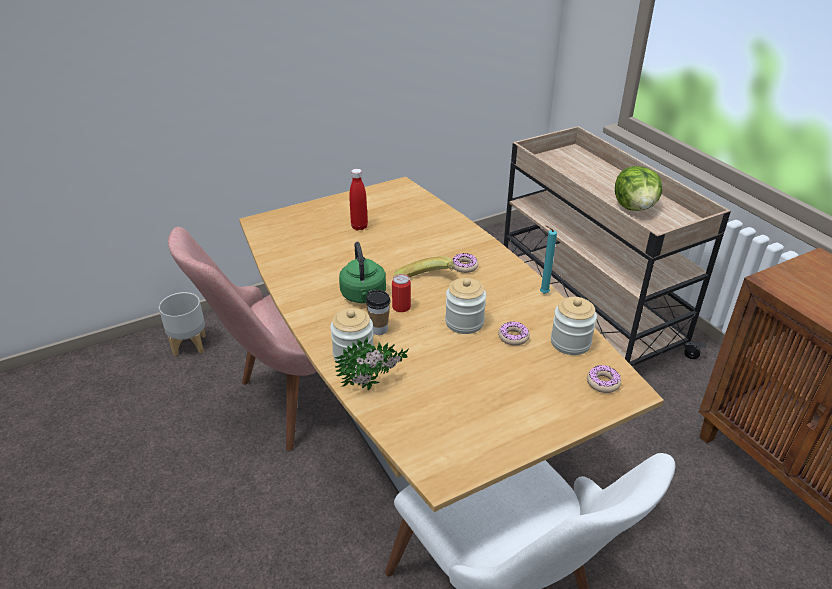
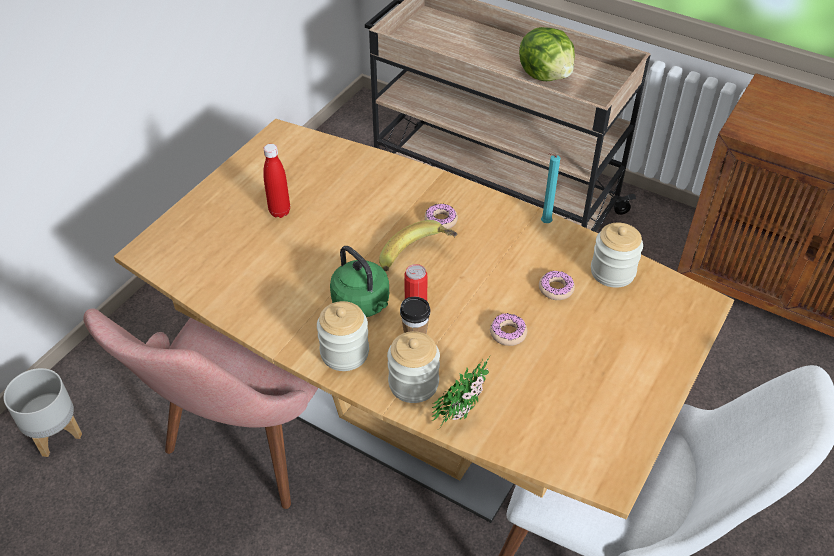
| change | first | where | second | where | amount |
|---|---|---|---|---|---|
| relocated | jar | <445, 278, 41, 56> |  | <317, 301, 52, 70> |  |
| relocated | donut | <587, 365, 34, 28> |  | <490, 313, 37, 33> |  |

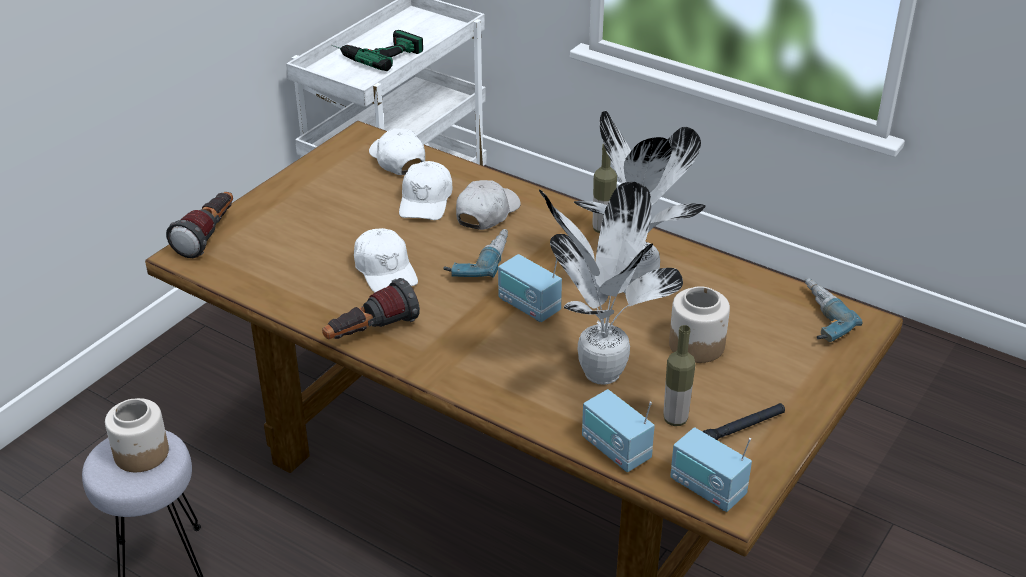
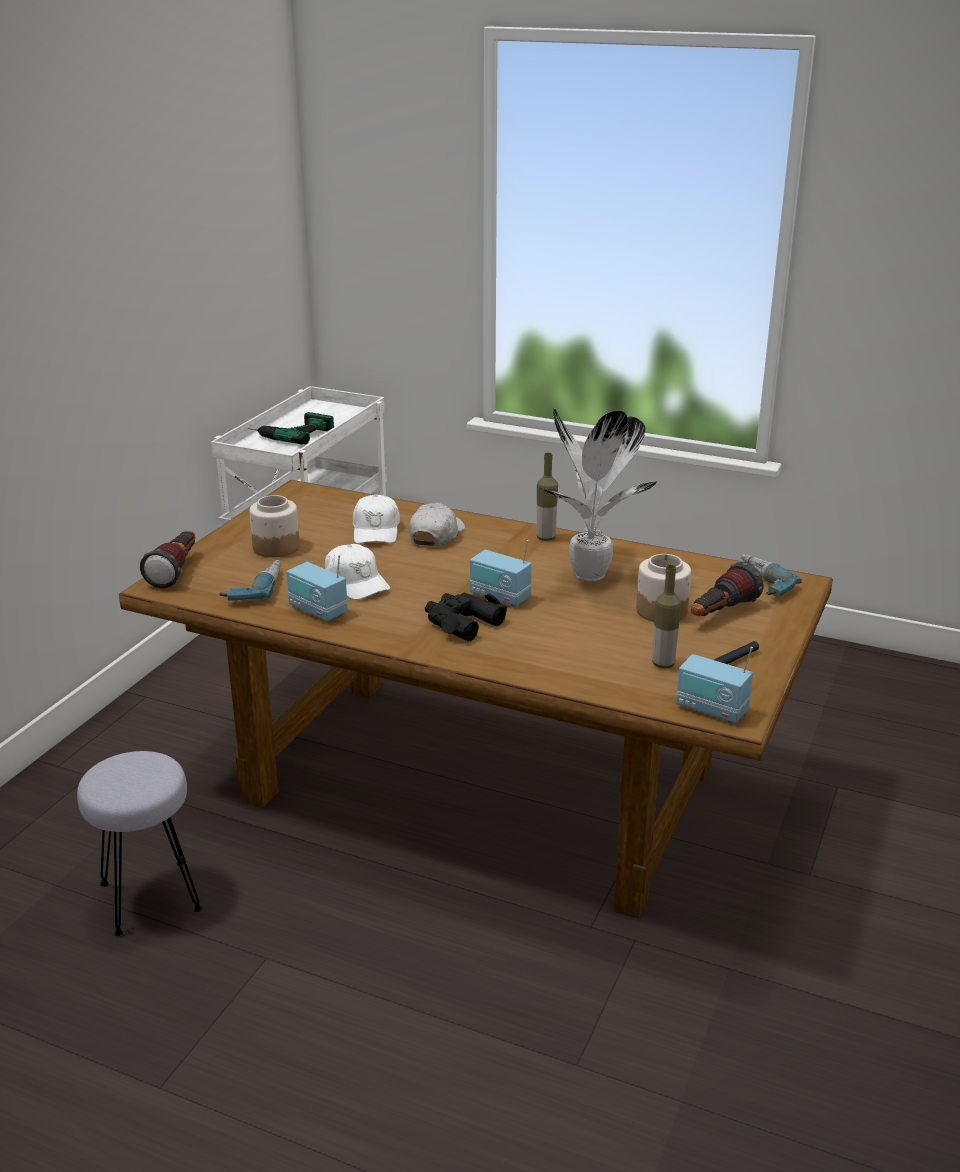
| change | first | where | second | where | amount |
|---|---|---|---|---|---|
| missing | cap (white) | <369, 128, 56, 47> |  |  |  |
| missing | potted plant | <539, 182, 144, 203> |  |  |  |
| relocated | power drill | <443, 229, 65, 49> |  | <220, 560, 61, 41> |  |
| relocated | flashlight | <322, 278, 98, 61> |  | <691, 562, 72, 54> |  |
| relocated | radio | <582, 389, 73, 83> |  | <286, 555, 62, 67> |  |
| relocated | jar | <105, 398, 64, 74> |  | <249, 495, 51, 62> |  |
| appeared |  |  | binoculars (black) | <425, 593, 82, 49> |  |

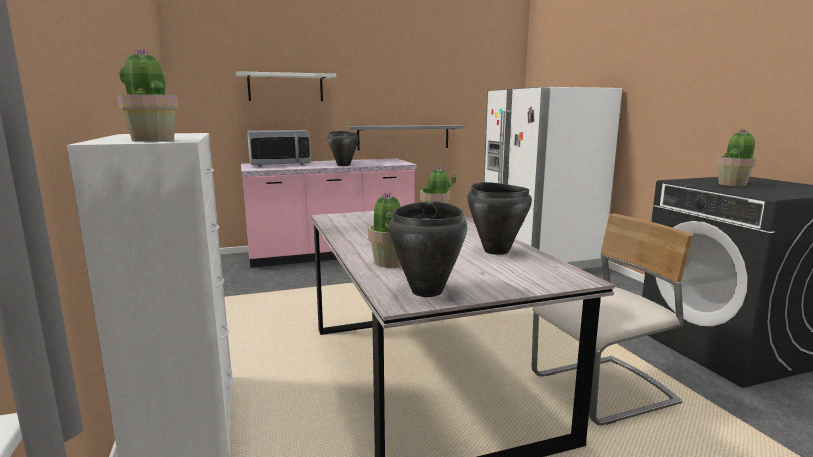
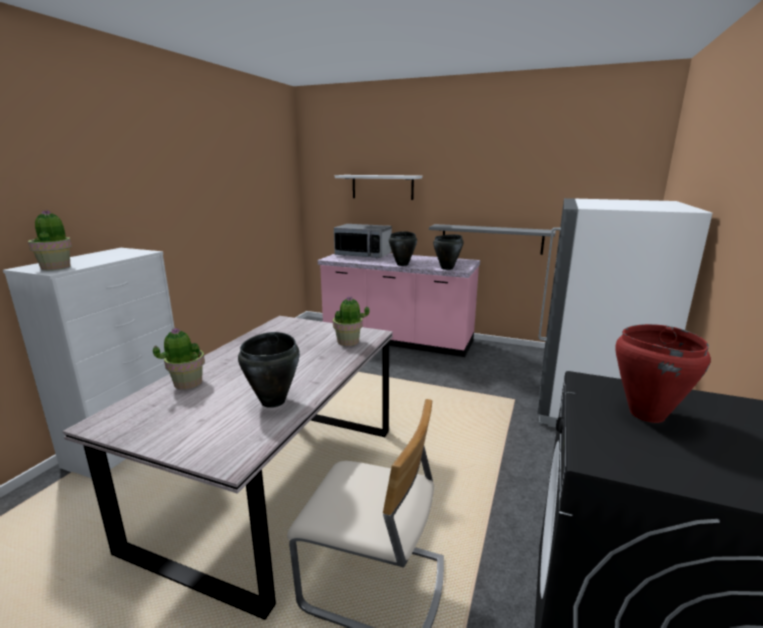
| change | first | where | second | where | amount |
|---|---|---|---|---|---|
| exchanged | potted plant | <716, 129, 41, 57> | cooking pot (red) | <615, 324, 96, 99> |  |
| relocated | cooking pot (black) | <389, 202, 78, 95> |  | <433, 234, 31, 36> |  |

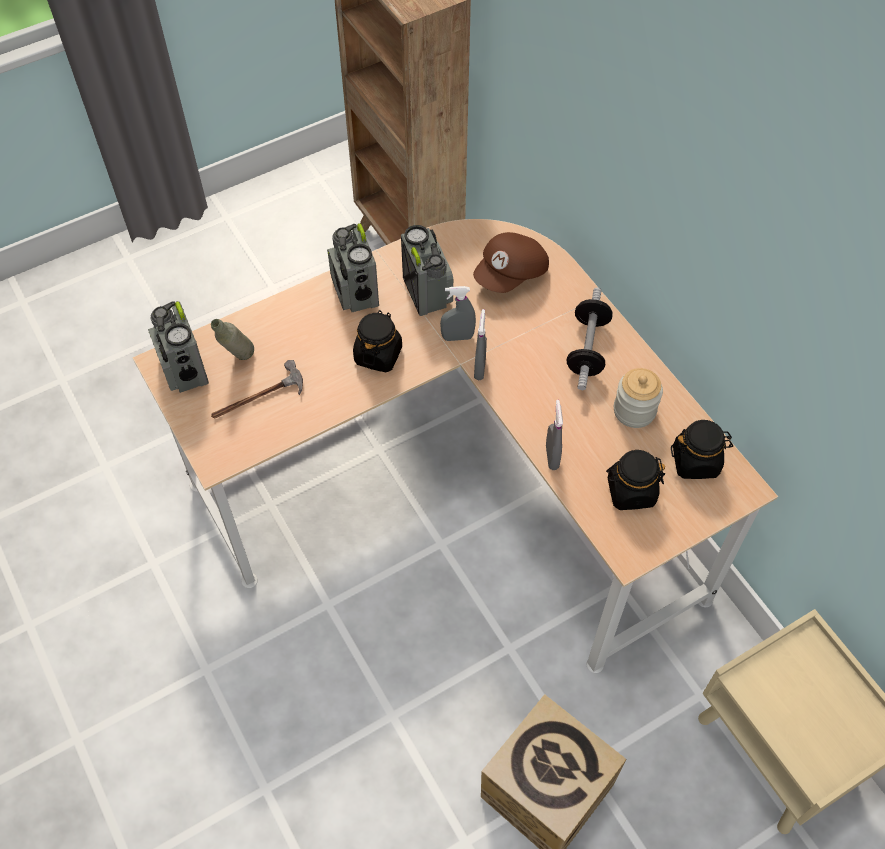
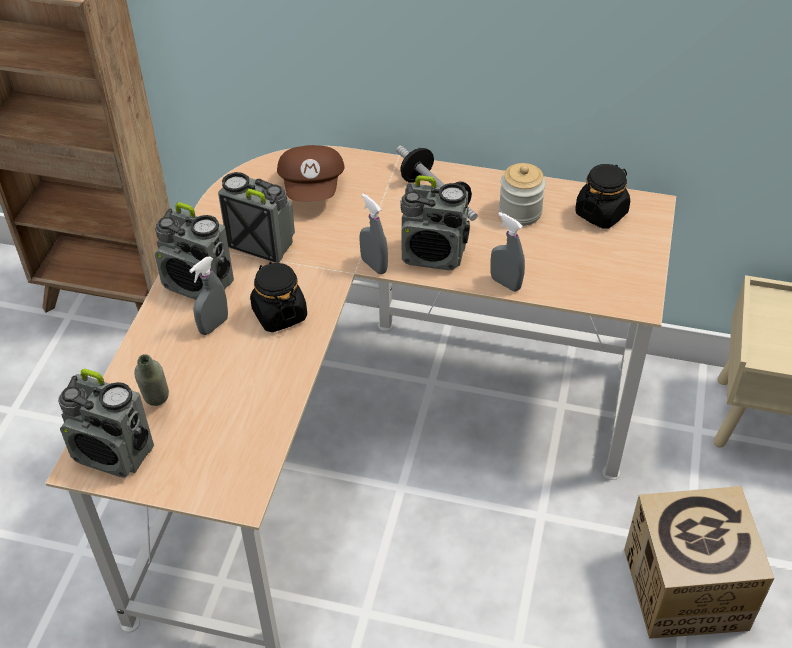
| change | first | where | second | where | amount |
|---|---|---|---|---|---|
| relocated | spray bottle (grey) | <440, 286, 36, 55> |  | <189, 256, 39, 79> |  |
| missing | hammer | <211, 360, 92, 59> |  |  |  |
| missing | jar (black) | <606, 450, 59, 60> |  |  |  |
| appeared |  |  | radio | <401, 175, 69, 95> |  |

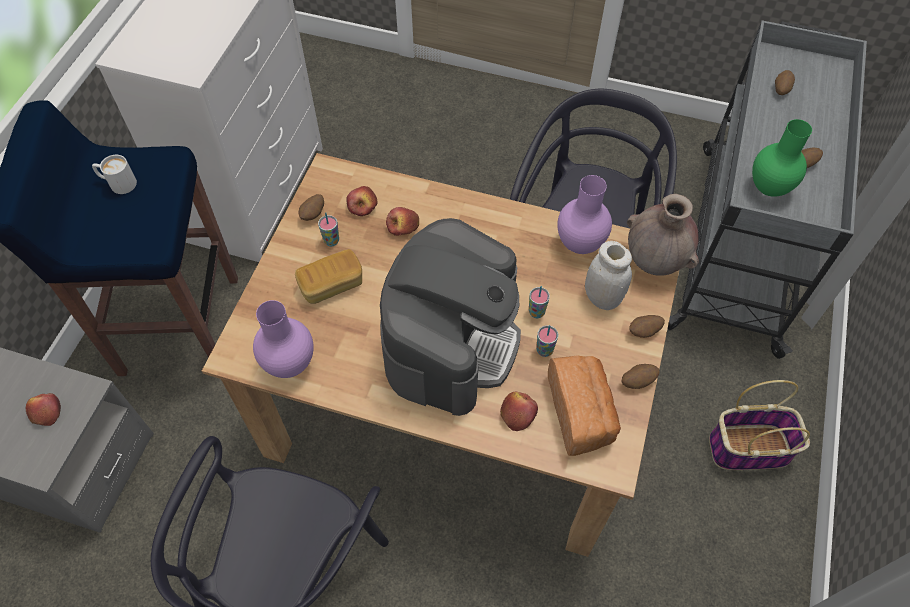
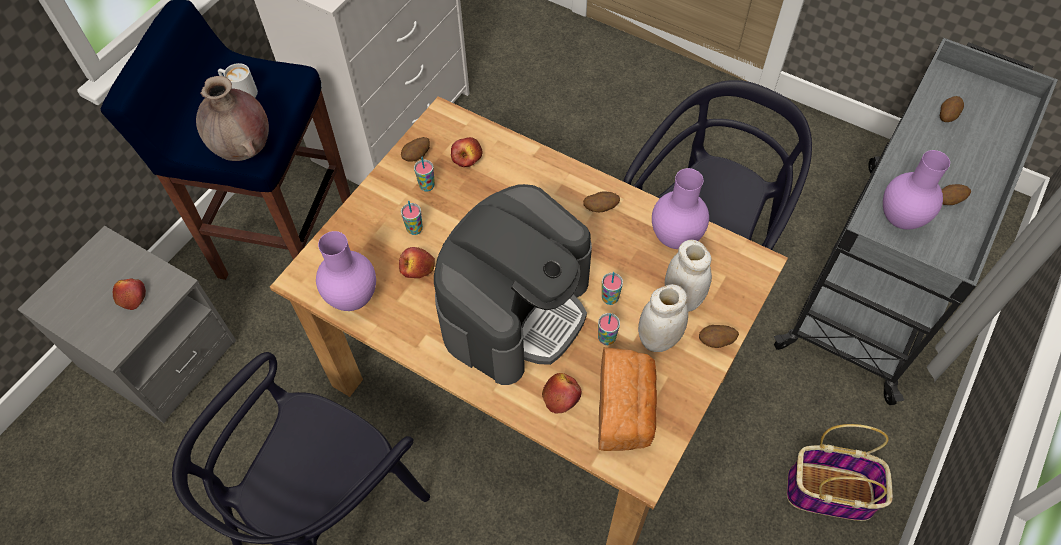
| change | first | where | second | where | amount |
|---|---|---|---|---|---|
| colour | vase (green) | <752, 119, 60, 78> | vase (purple) | <883, 150, 67, 80> |  |
| relocated | vase (brown) | <627, 194, 72, 82> |  | <196, 76, 73, 85> |  |
| relocated | apple | <386, 207, 33, 29> |  | <399, 247, 36, 31> |  |
| exchanged | bread | <295, 249, 67, 55> | cup | <401, 201, 22, 34> |  |
| relocated | potato | <621, 364, 39, 25> |  | <583, 192, 37, 20> |  |
| appeared |  |  | jar (white) | <638, 284, 50, 68> |  |

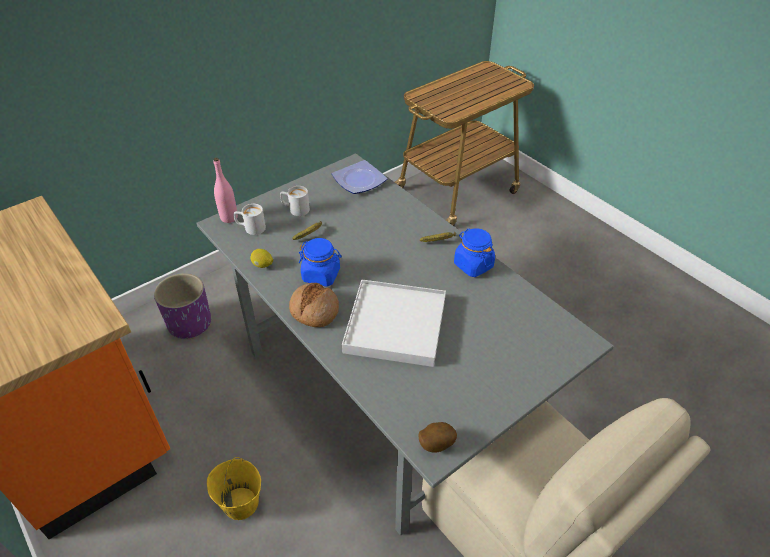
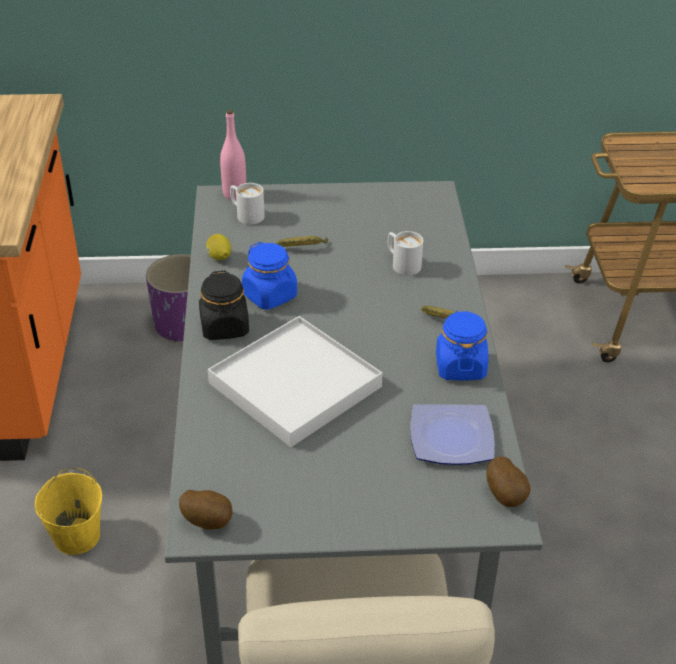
| change | first | where | second | where | amount |
|---|---|---|---|---|---|
| relocated | plate | <332, 160, 55, 34> |  | <410, 404, 85, 61> |  |
| relocated | mug (white) | <280, 186, 30, 30> |  | <388, 231, 35, 45> |  |
| exchanged | bread | <289, 283, 50, 44> | jar (black) | <199, 271, 50, 69> |  |
| appeared |  |  | potato | <487, 456, 44, 51> |  |

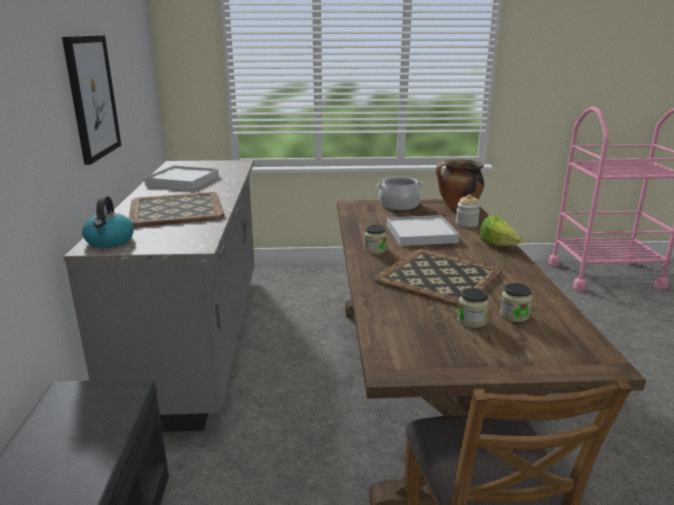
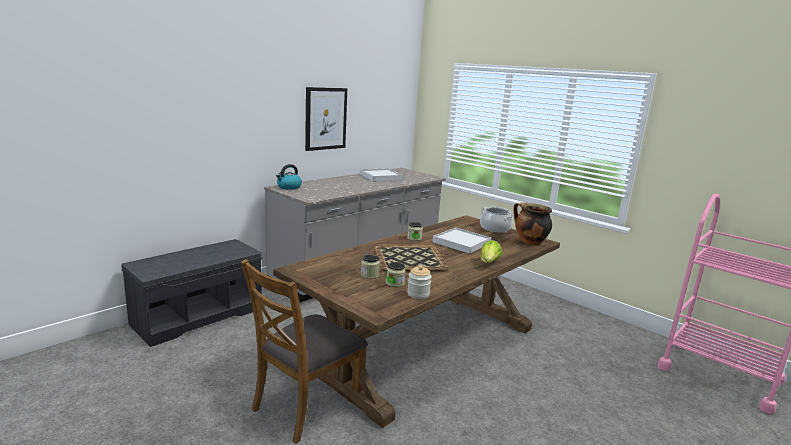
| change | first | where | second | where | amount |
|---|---|---|---|---|---|
| missing | tray | <129, 192, 96, 35> |  |  |  |
| relocated | jar | <456, 195, 24, 32> |  | <407, 266, 25, 33> |  |

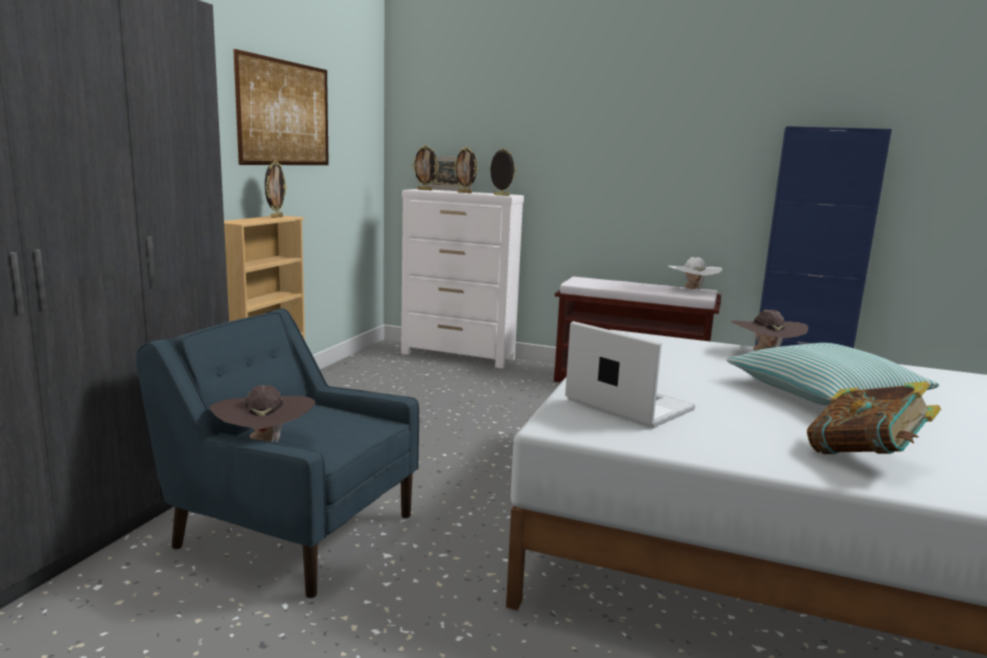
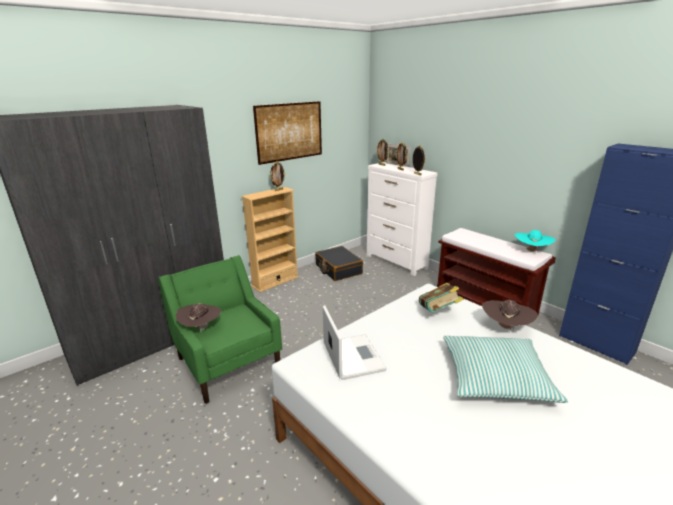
| change | first | where | second | where | amount |
|---|---|---|---|---|---|
| colour | hat (white) | <669, 257, 53, 33> | hat (turquoise) | <514, 230, 42, 23> |  |
| colour | armchair (blue) | <136, 308, 283, 290> | armchair (green) | <158, 255, 124, 149> |  |
| relocated | book | <807, 381, 134, 73> |  | <419, 283, 45, 29> |  |
| appeared |  |  | suitcase (black) | <315, 246, 48, 35> |  |

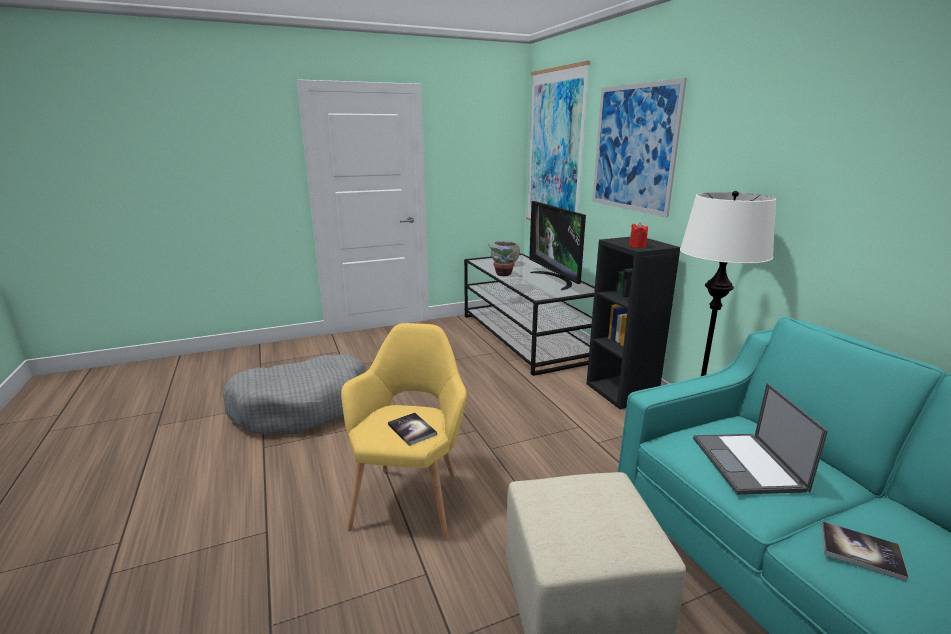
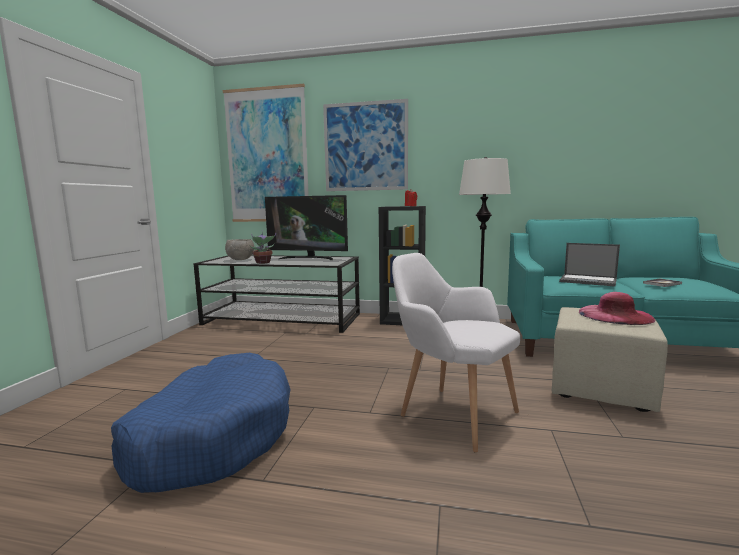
| change | first | where | second | where | amount |
|---|---|---|---|---|---|
| colour | armchair (yellow) | <341, 323, 126, 218> | armchair (white) | <392, 253, 128, 200> |  |
| colour | dog bed (grey) | <223, 354, 143, 81> | dog bed (blue) | <111, 353, 179, 140> |  |
| missing | book | <388, 413, 49, 33> |  |  |  |
| appeared |  |  | hat (pink) | <579, 292, 76, 33> |  |

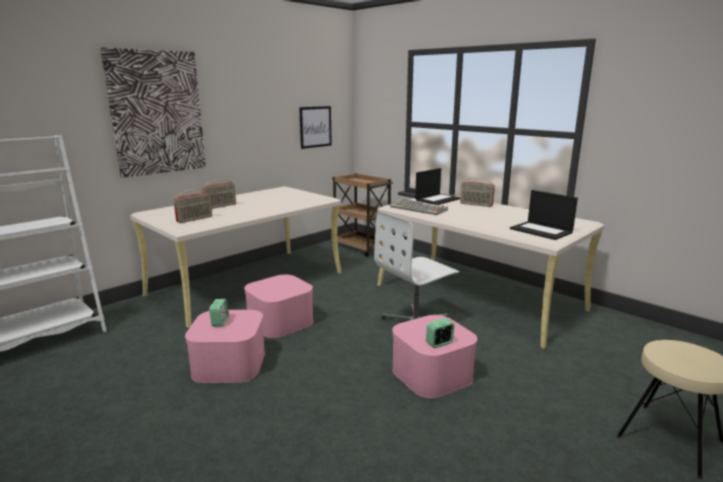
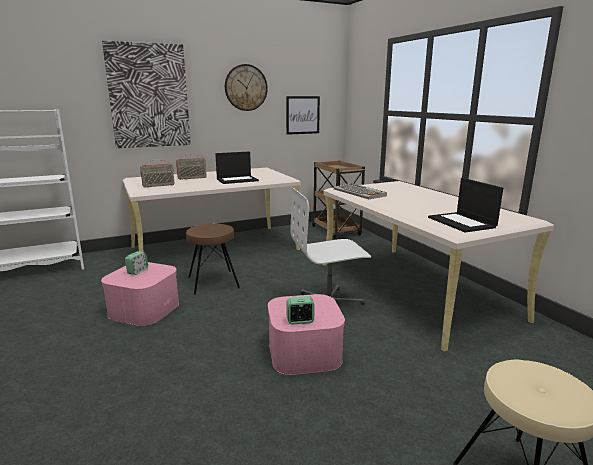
| change | first | where | second | where | amount |
|---|---|---|---|---|---|
| relocated | laptop | <415, 168, 46, 37> |  | <215, 151, 44, 33> |  |
| missing | radio | <460, 178, 35, 29> |  |  |  |
| exchanged | storage box (pink) | <244, 275, 69, 63> | stool (brown) | <186, 223, 54, 72> |  |
| appeared |  |  | wall clock | <225, 64, 43, 47> |  |

